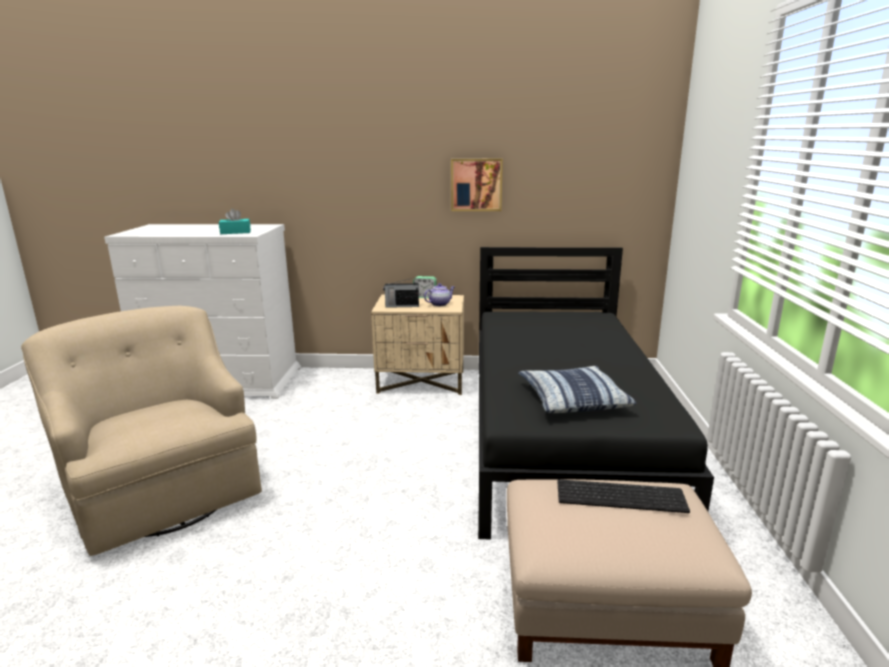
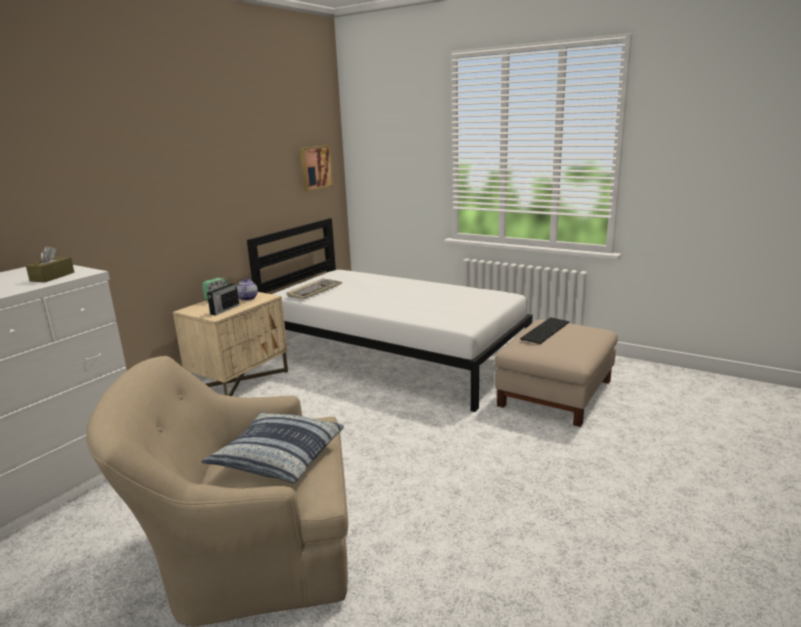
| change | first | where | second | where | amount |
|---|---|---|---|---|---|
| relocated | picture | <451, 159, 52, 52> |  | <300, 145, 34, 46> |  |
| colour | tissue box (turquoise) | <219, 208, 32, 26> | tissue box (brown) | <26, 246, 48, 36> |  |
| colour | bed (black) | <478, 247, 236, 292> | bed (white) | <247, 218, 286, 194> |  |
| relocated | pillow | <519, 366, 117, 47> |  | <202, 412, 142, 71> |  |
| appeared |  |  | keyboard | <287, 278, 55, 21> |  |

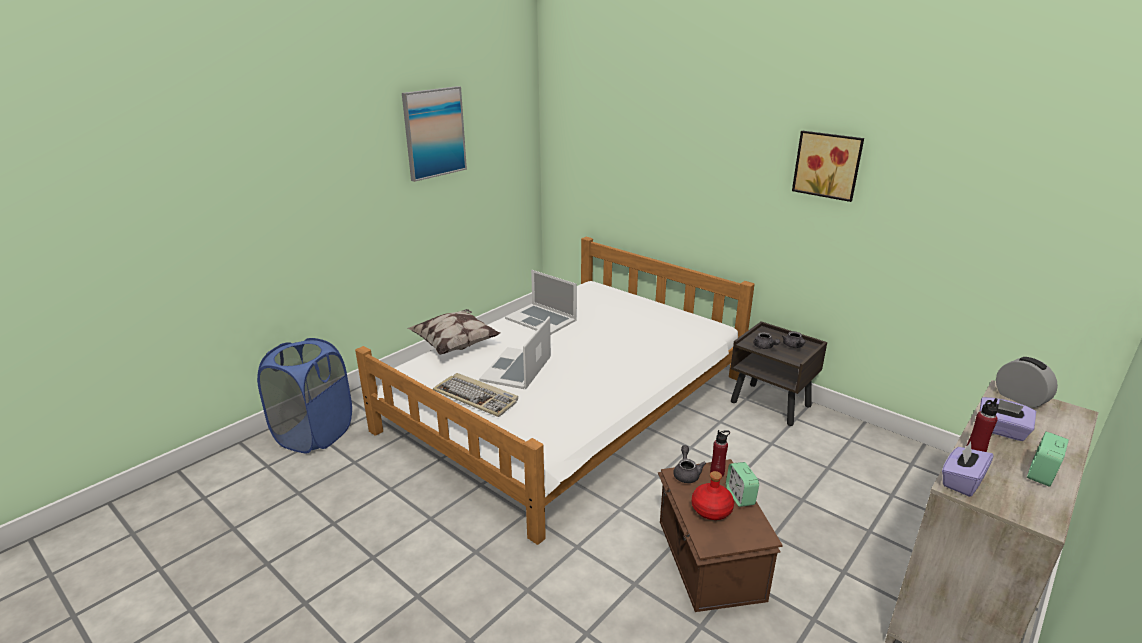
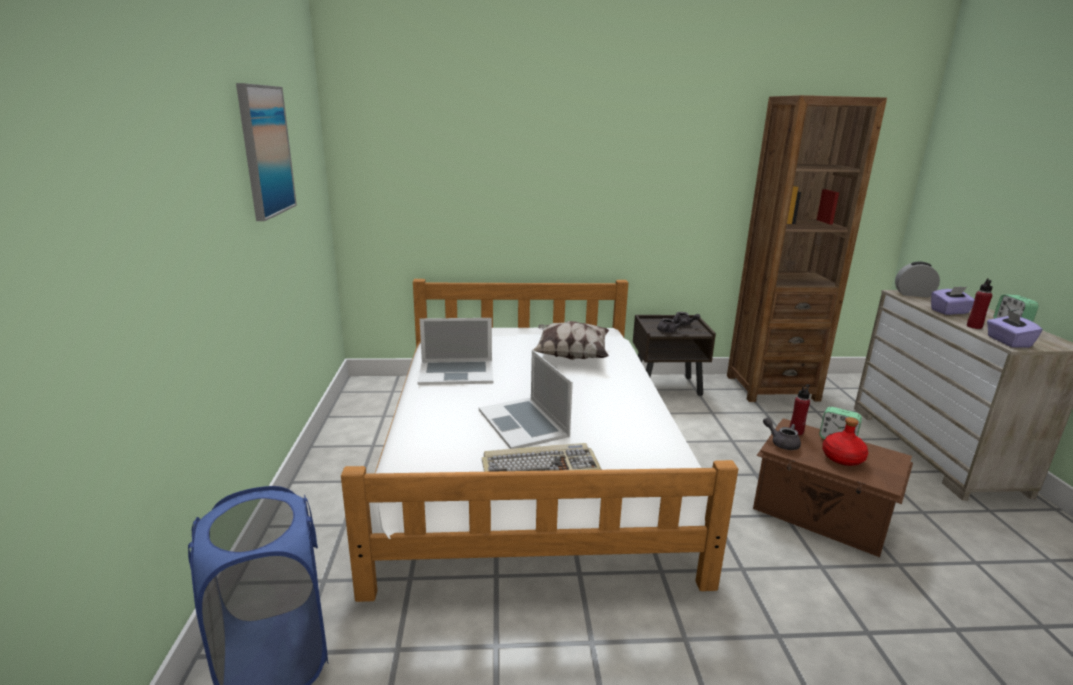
| change | first | where | second | where | amount |
|---|---|---|---|---|---|
| missing | picture | <792, 131, 72, 71> |  |  |  |
| relocated | pillow | <407, 309, 93, 46> |  | <533, 321, 76, 39> |  |
| appeared |  |  | bookcase (brown) | <727, 95, 160, 307> |  |

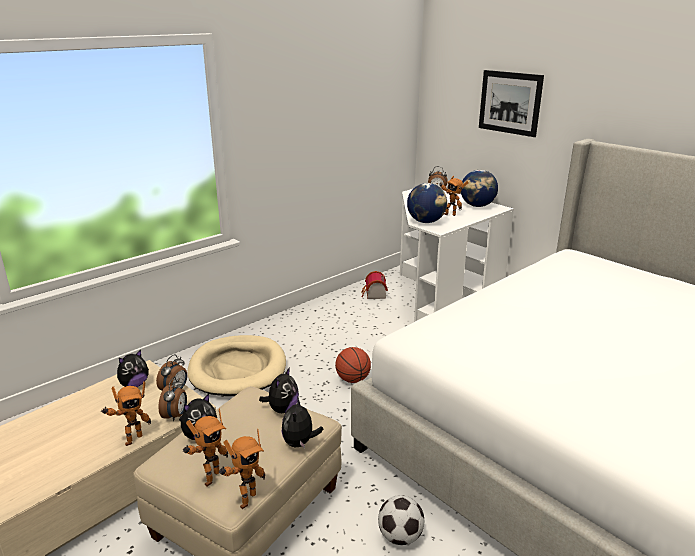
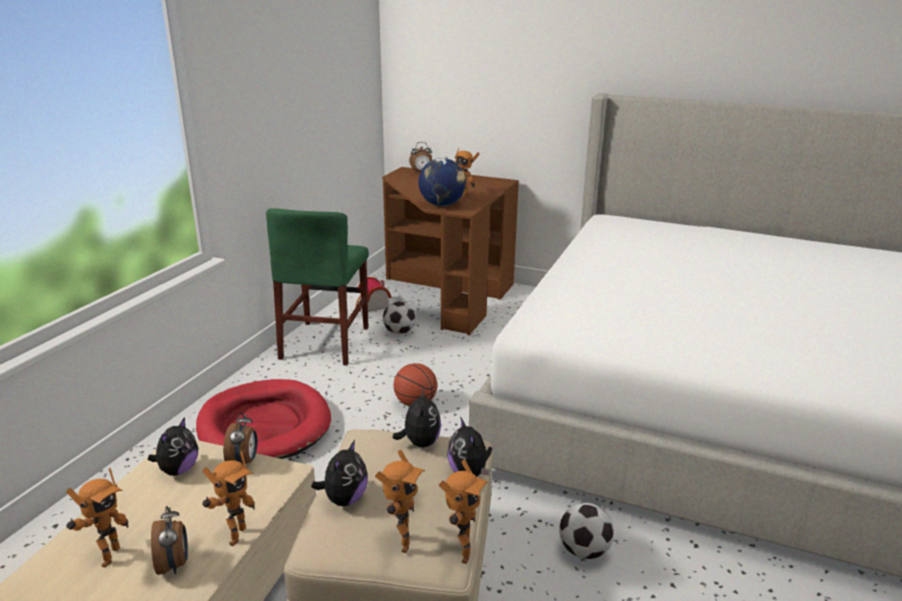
| change | first | where | second | where | amount |
|---|---|---|---|---|---|
| missing | picture | <479, 70, 65, 67> |  |  |  |
| missing | globe | <461, 170, 37, 37> |  |  |  |
| colour | desk (white) | <400, 189, 114, 133> | desk (brown) | <382, 167, 137, 168> |  |
| colour | dog bed (beige) | <188, 335, 98, 61> | dog bed (red) | <196, 379, 135, 80> |  |
| relocated | alarm clock | <158, 377, 29, 44> |  | <151, 506, 37, 69> |  |
| appeared |  |  | chair (green) | <266, 208, 103, 157> |  |
| appeared |  |  | football | <383, 301, 33, 33> |  |
| appeared |  |  | toy robot | <66, 468, 63, 100> |  |

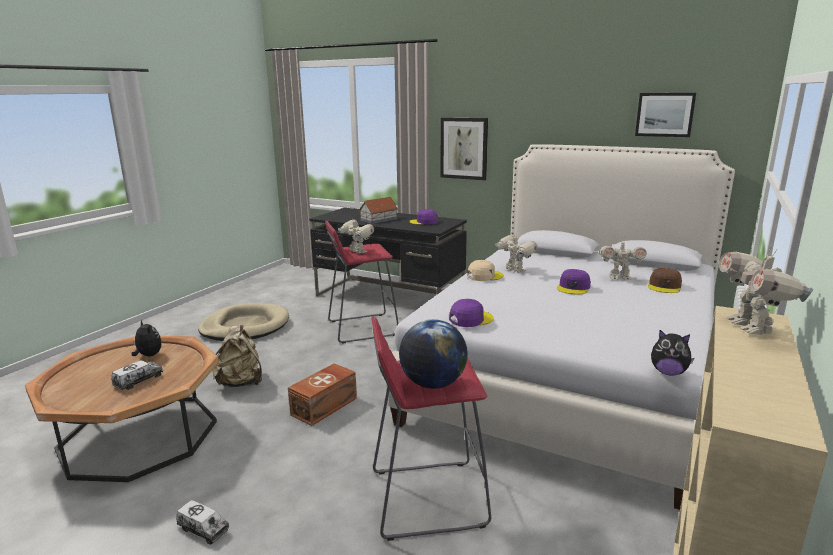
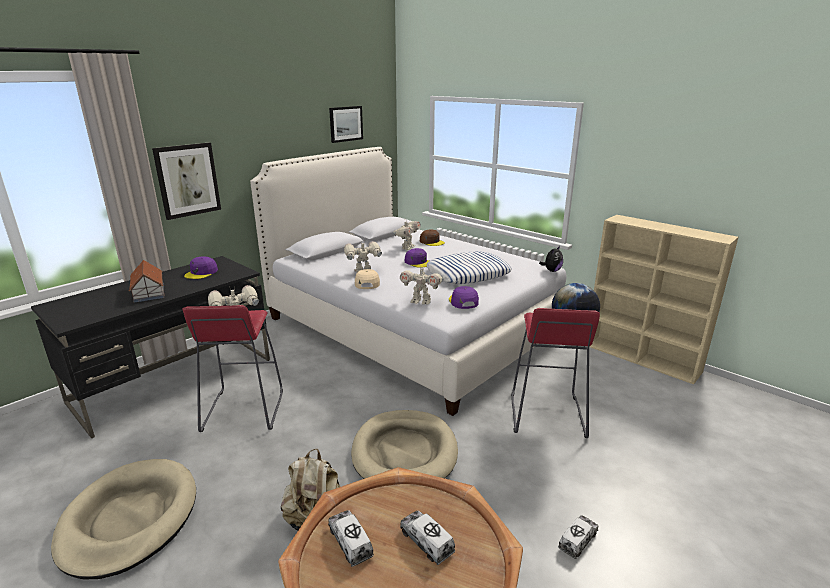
| change | first | where | second | where | amount |
|---|---|---|---|---|---|
| relocated | toy robot | <719, 248, 95, 87> |  | <400, 267, 44, 38> |  |
| exchanged | plush toy | <132, 319, 30, 37> | toy truck | <328, 510, 46, 57> |  |
| exchanged | storage box (brown) | <288, 363, 69, 63> | dog bed (beige) | <351, 410, 107, 69> |  |
| appeared |  |  | pillow | <426, 251, 86, 33> |  |

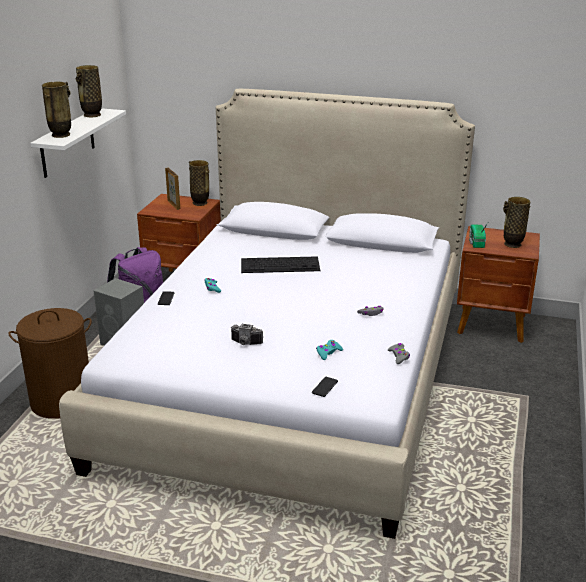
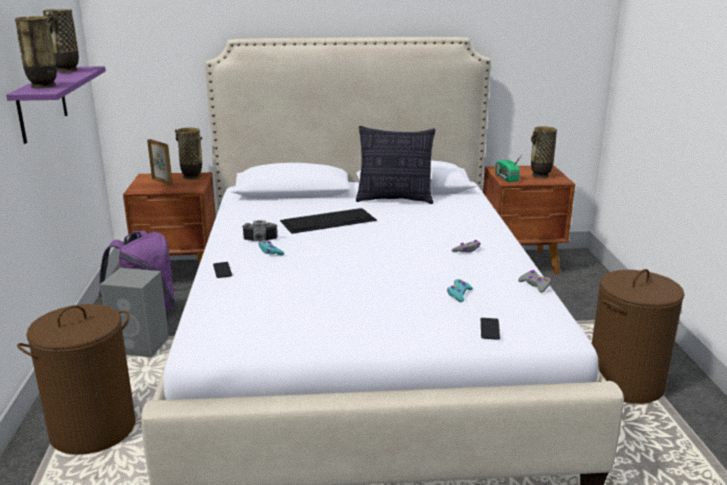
| change | first | where | second | where | amount |
|---|---|---|---|---|---|
| colour | shelf (white) | <30, 108, 96, 70> | shelf (purple) | <6, 66, 100, 78> |  |
| relocated | photo camera | <230, 324, 33, 21> |  | <242, 220, 36, 21> |  |
| appeared |  |  | pillow | <356, 126, 79, 78> |  |
| appeared |  |  | laundry basket (brown) | <592, 269, 92, 135> |  |

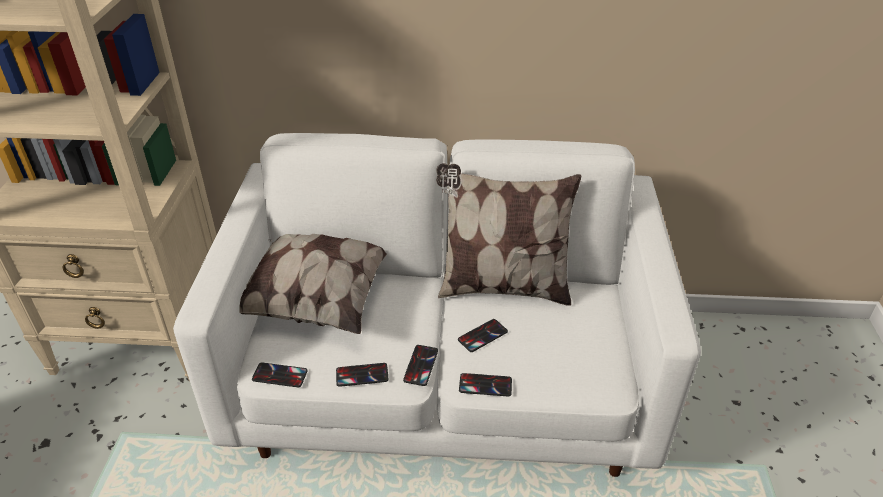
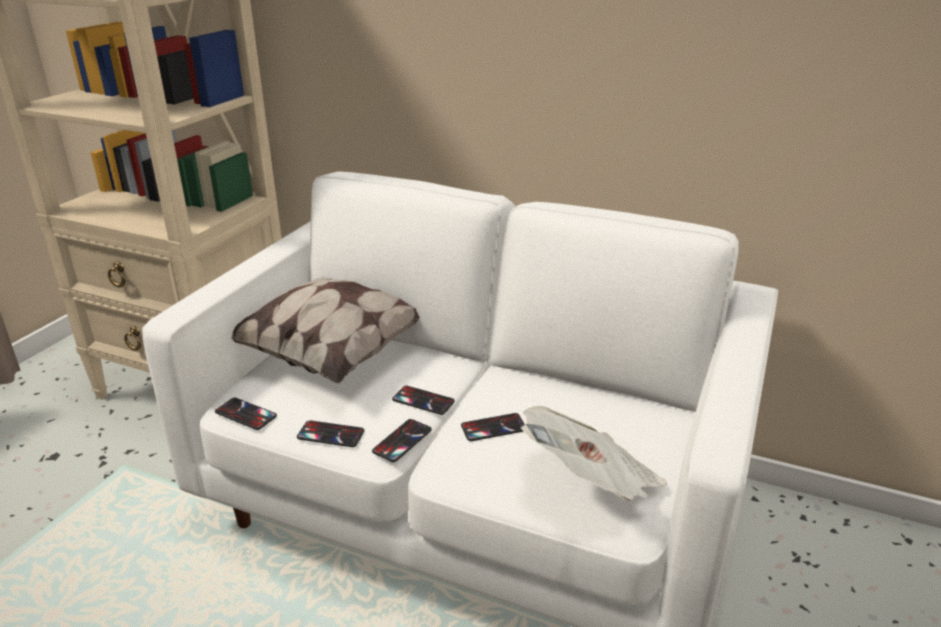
| change | first | where | second | where | amount |
|---|---|---|---|---|---|
| missing | pillow | <436, 163, 145, 143> |  |  |  |
| relocated | phone | <459, 373, 53, 23> |  | <392, 386, 63, 29> |  |
| appeared |  |  | newspaper | <521, 406, 147, 95> |  |

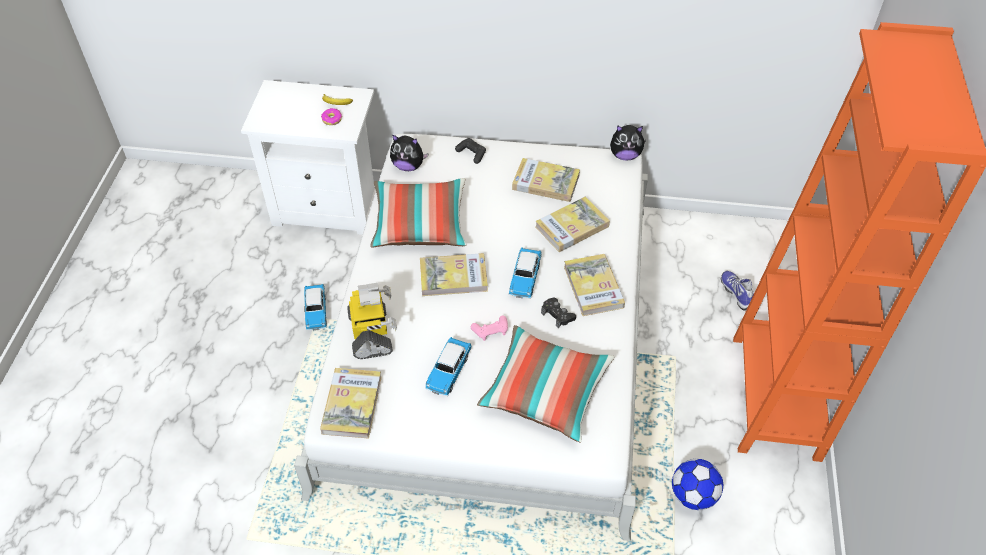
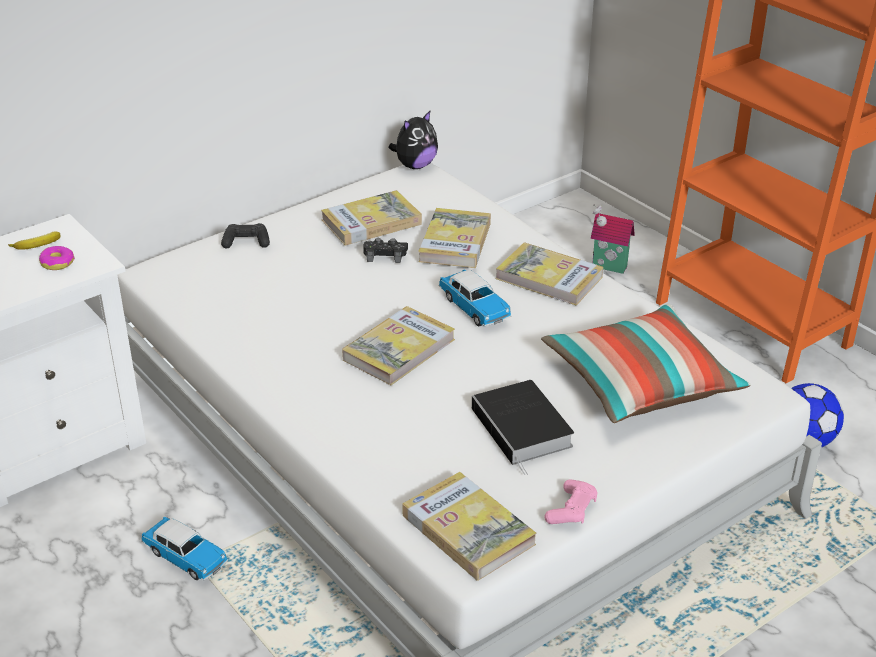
| change | first | where | second | where | amount |
|---|---|---|---|---|---|
| missing | plush toy | <390, 134, 39, 37> |  |  |  |
| missing | pillow | <370, 178, 97, 69> |  |  |  |
| exchanged | shoe | <721, 271, 33, 40> | toy house | <591, 205, 44, 69> |  |
| missing | toy robot | <347, 283, 50, 76> |  |  |  |
| relocated | game controller (black) | <541, 297, 35, 31> |  | <363, 238, 45, 25> |  |
| relocated | game controller (pink) | <471, 316, 37, 25> |  | <544, 479, 53, 45> |  |
| exchanged | toy car | <425, 337, 47, 59> | book | <472, 380, 102, 95> |  |

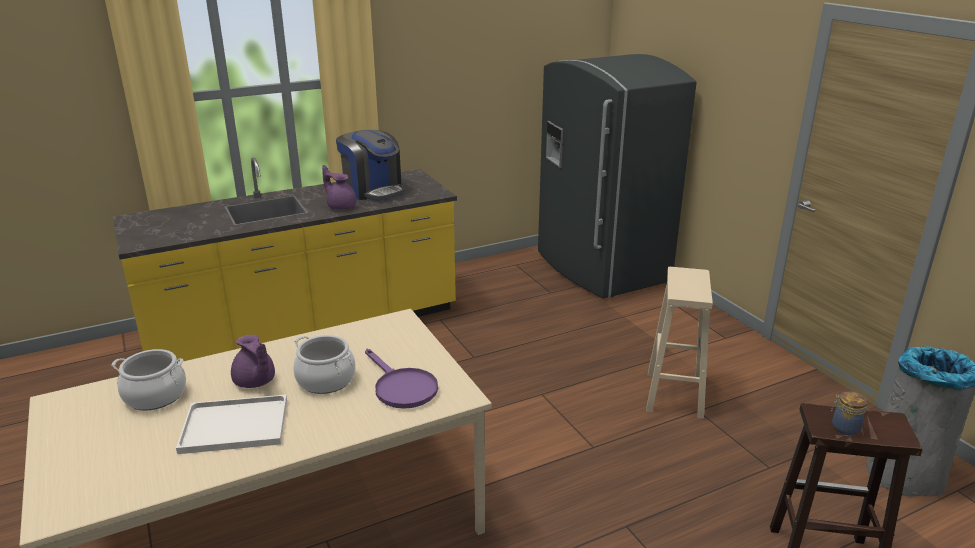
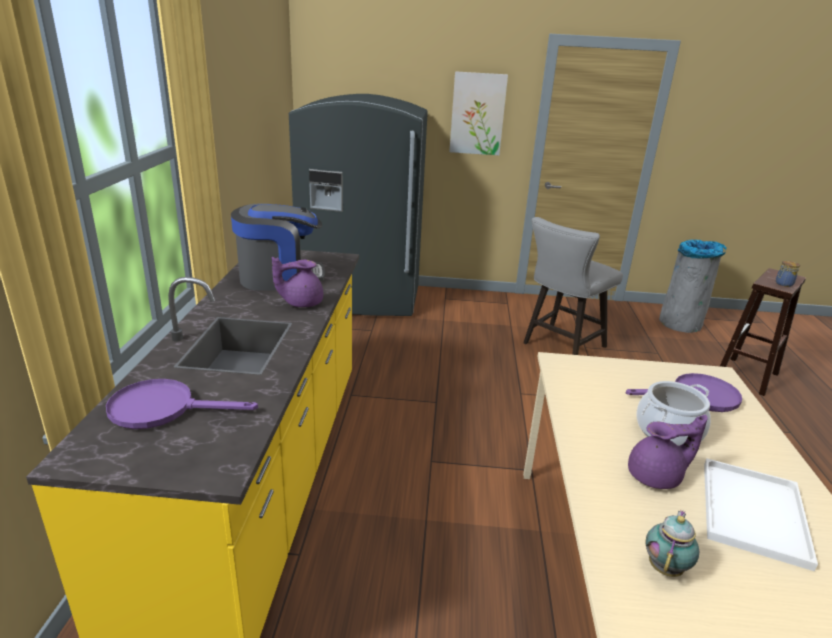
| change | first | where | second | where | amount |
|---|---|---|---|---|---|
| exchanged | stool (beige) | <646, 267, 67, 152> | chair (grey) | <523, 217, 100, 138> |  |
| exchanged | cooking pot | <112, 349, 74, 62> | teapot | <645, 510, 54, 67> |  |
| appeared |  |  | picture | <449, 71, 59, 84> |  |
| appeared |  |  | frying pan (purple) | <106, 379, 152, 50> |  |

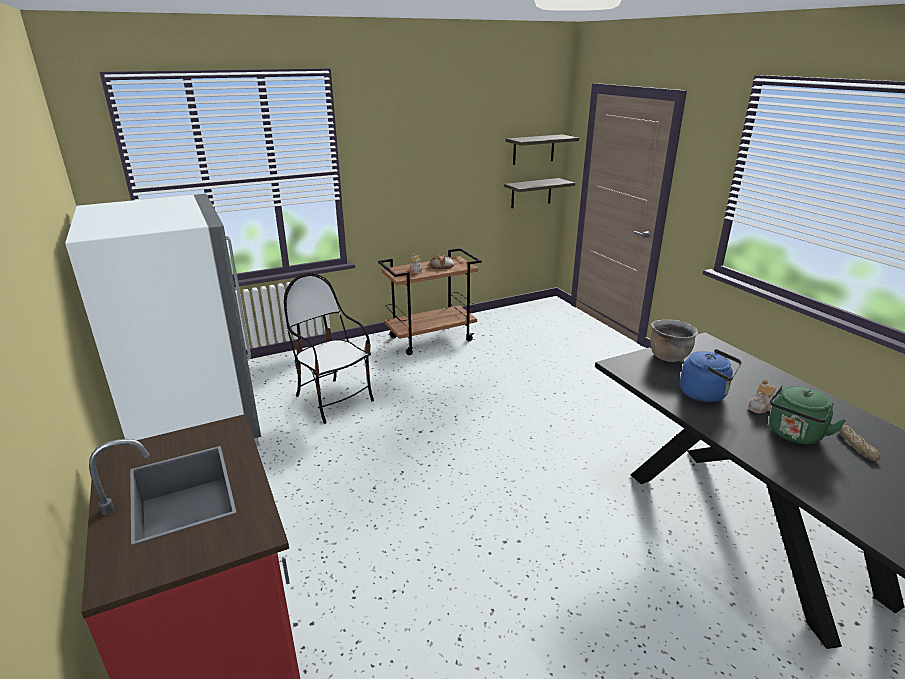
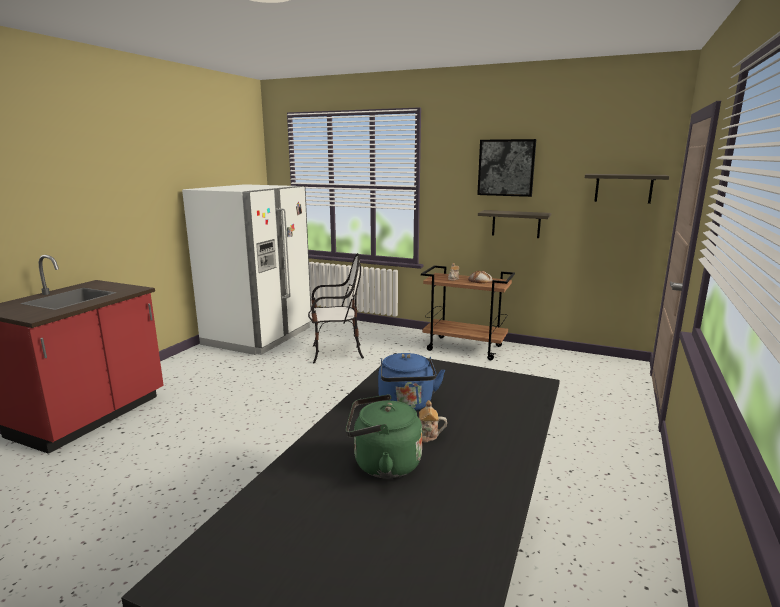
| change | first | where | second | where | amount |
|---|---|---|---|---|---|
| relocated | shelf | <504, 178, 71, 30> |  | <478, 210, 73, 28> |  |
| spun | chair | <284, 273, 90, 151> |  | <308, 253, 56, 110> | 75 degrees clockwise |
| missing | cooking pot (brown) | <650, 319, 48, 43> |  |  |  |
| missing | bread | <839, 425, 41, 36> |  |  |  |
| appeared |  |  | picture | <477, 139, 59, 58> |  |

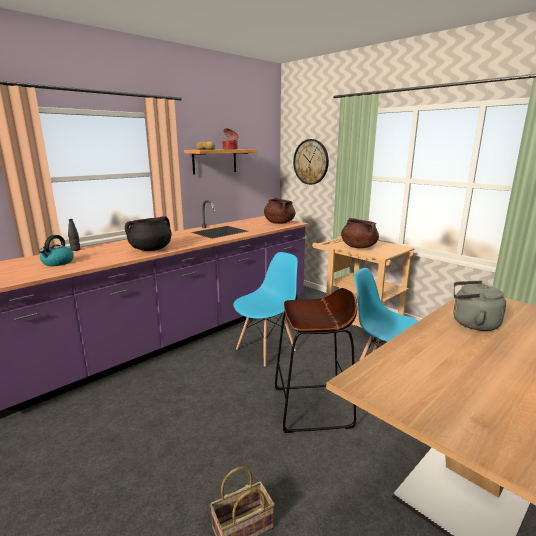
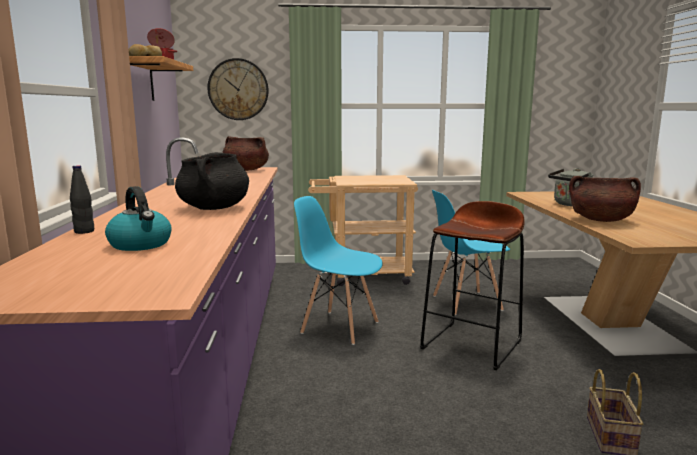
| change | first | where | second | where | amount |
|---|---|---|---|---|---|
| relocated | cooking pot (brown) | <341, 218, 38, 30> |  | <569, 176, 72, 46> |  |
| spun | chair (blue) | <234, 252, 64, 114> |  | <294, 196, 89, 149> | 60 degrees counterclockwise |

